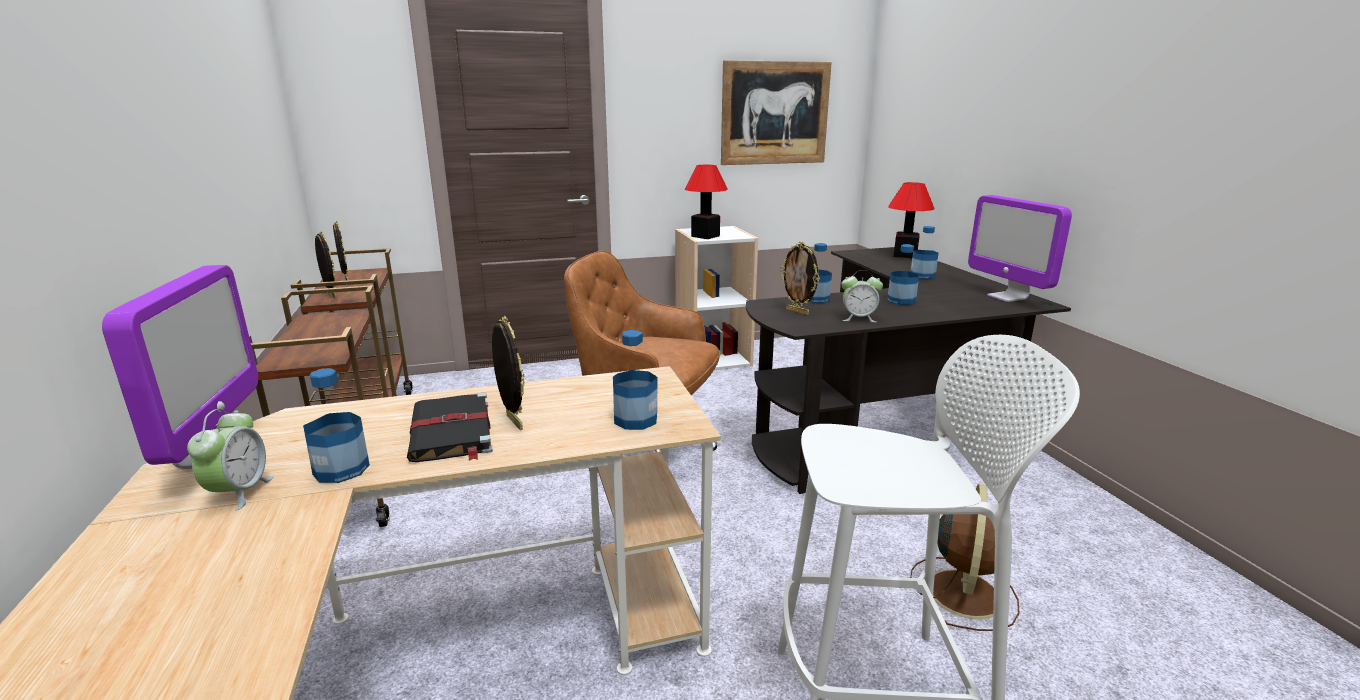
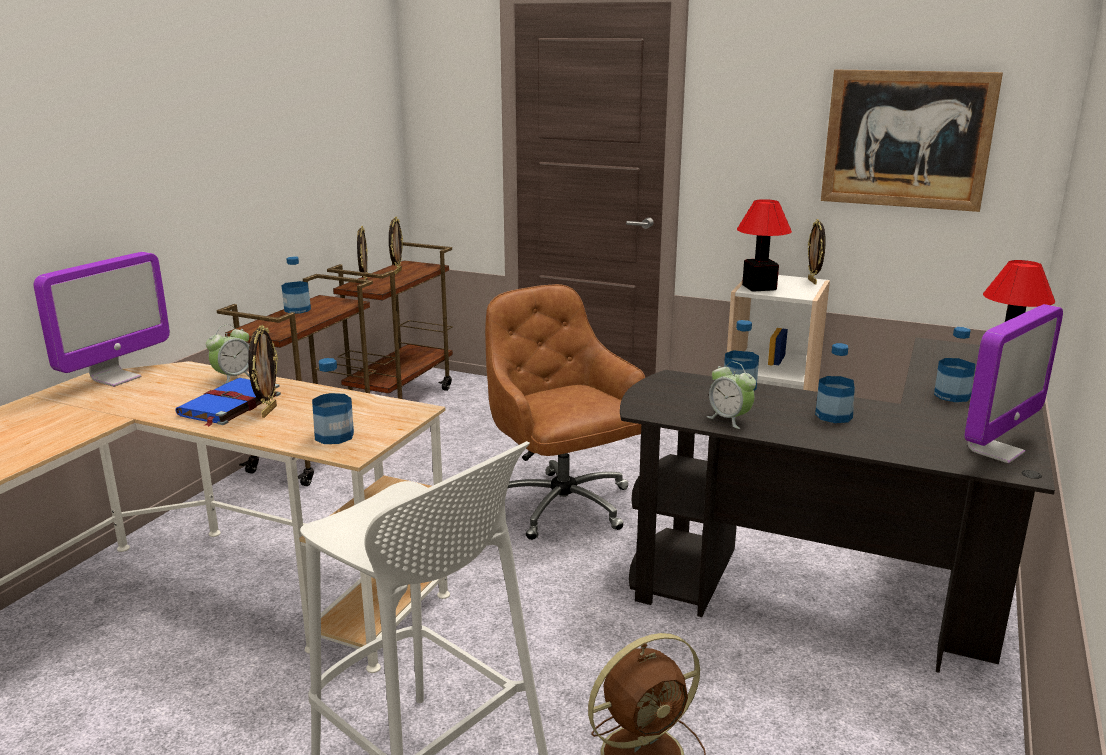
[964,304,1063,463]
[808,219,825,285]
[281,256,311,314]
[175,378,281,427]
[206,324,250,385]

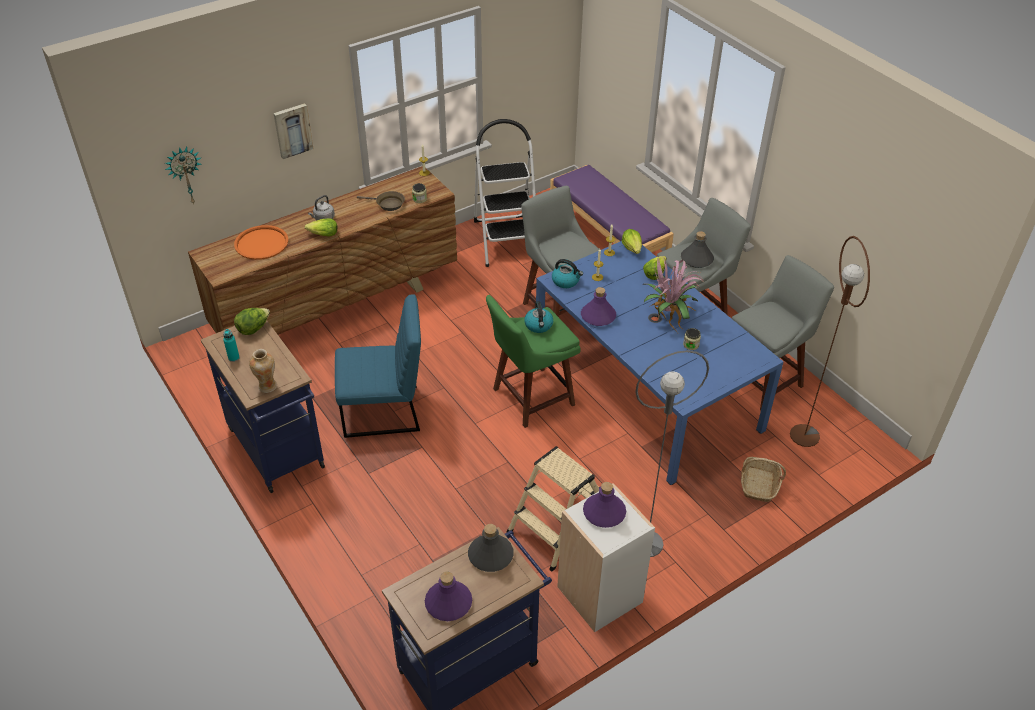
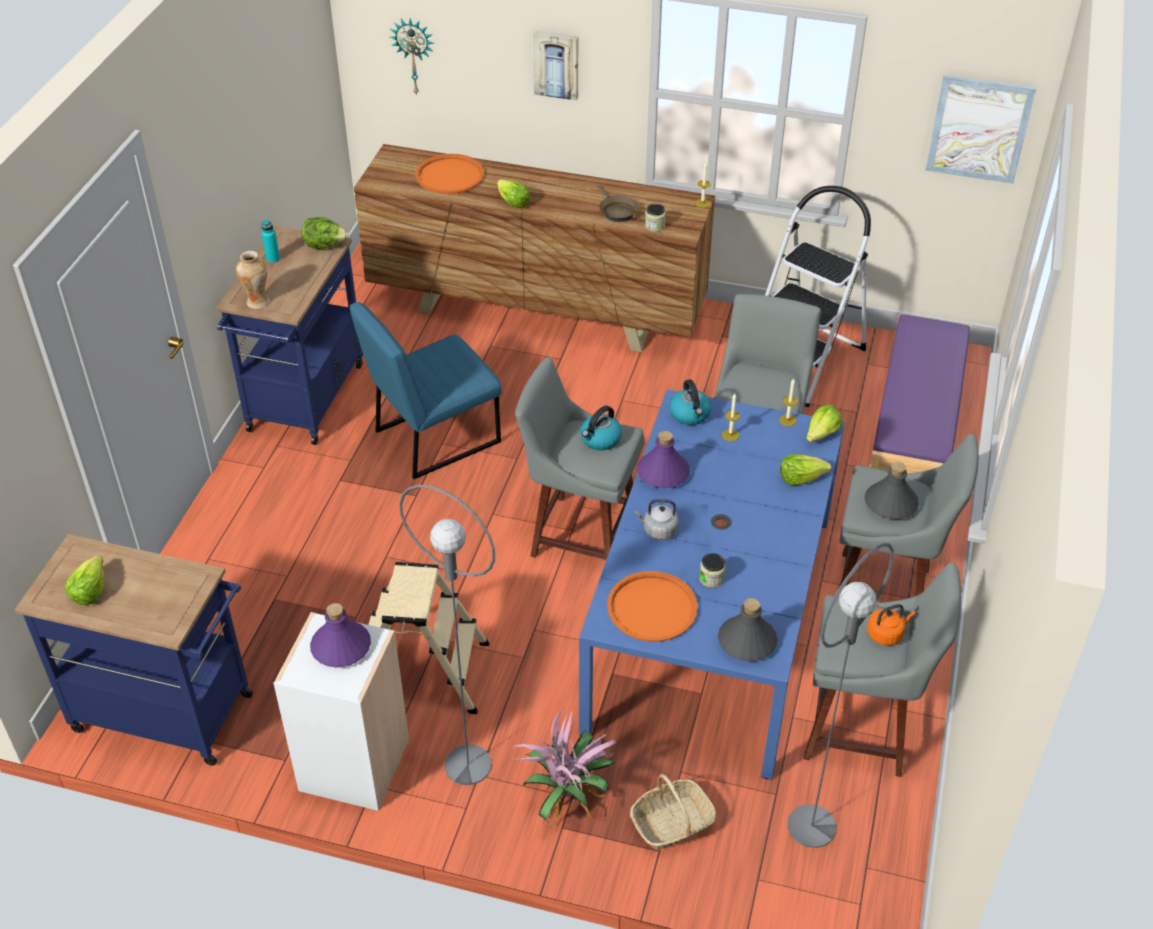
[634,499,679,540]
[788,543,894,848]
[514,709,616,831]
[350,302,502,479]
[515,358,645,560]
[718,598,778,661]
[65,555,104,605]
[925,75,1036,184]
[607,571,698,642]
[867,604,915,645]

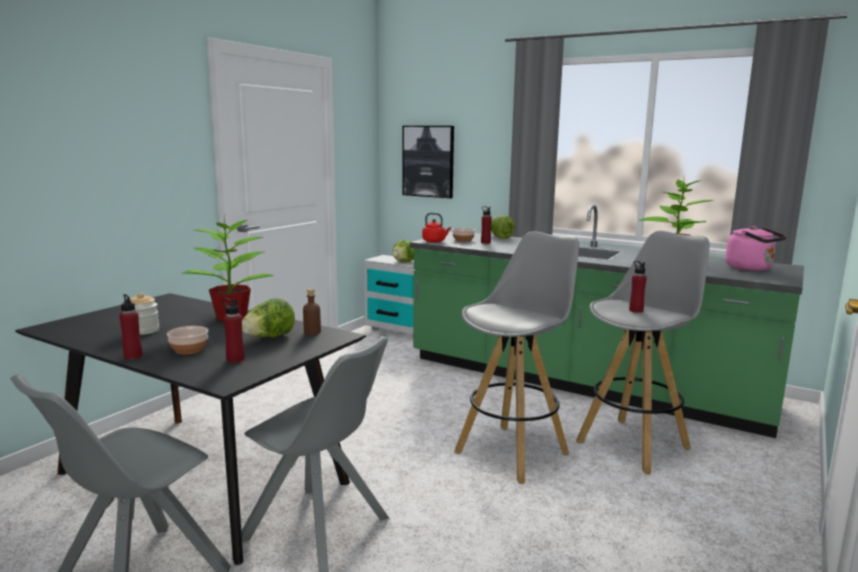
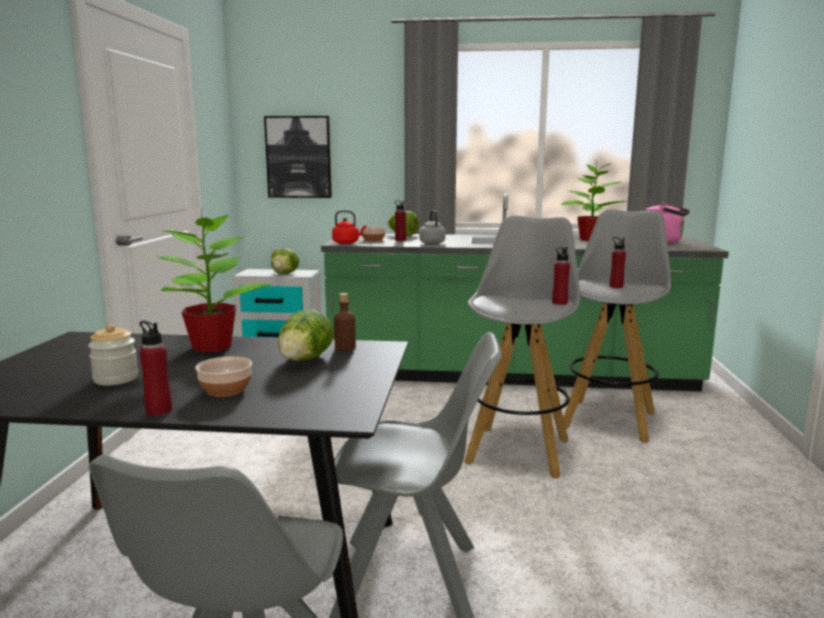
[552,247,570,305]
[419,210,446,244]

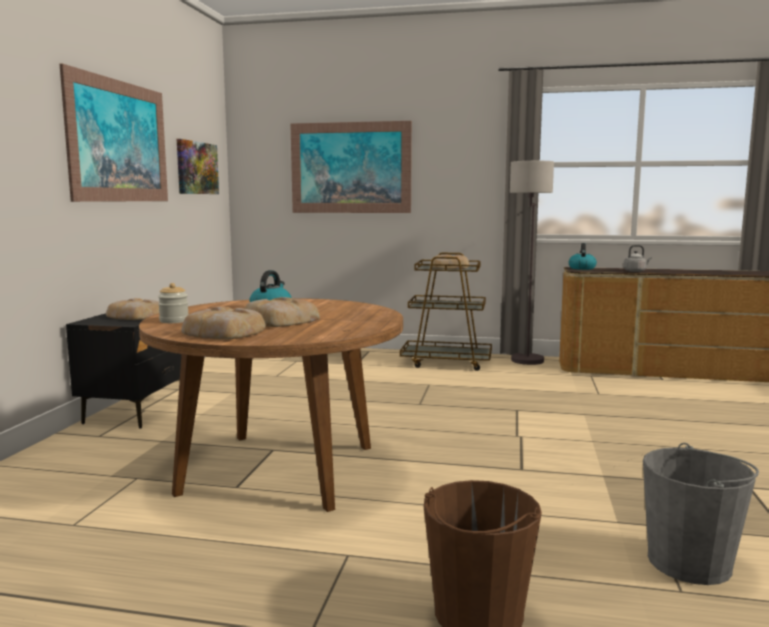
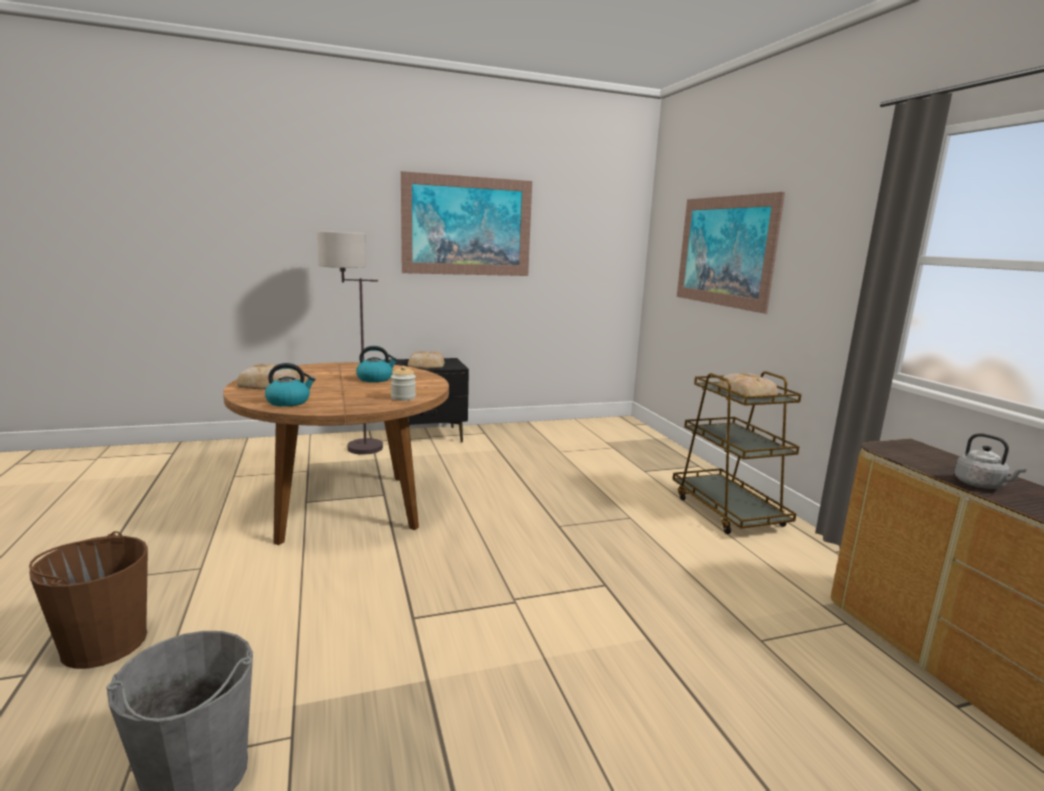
[177,139,219,194] (first image)
[317,231,383,454]
[265,363,316,407]
[391,366,416,401]
[244,297,320,327] (first image)

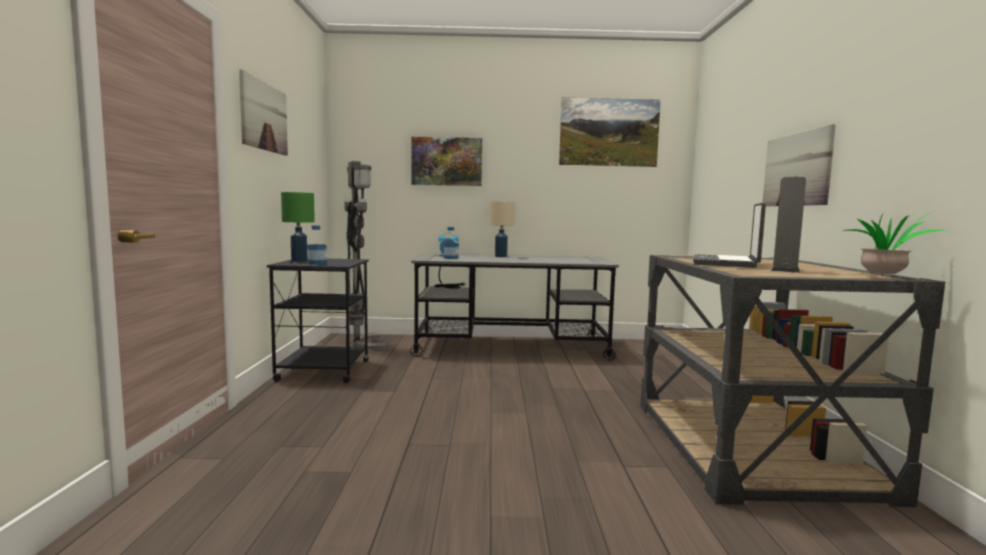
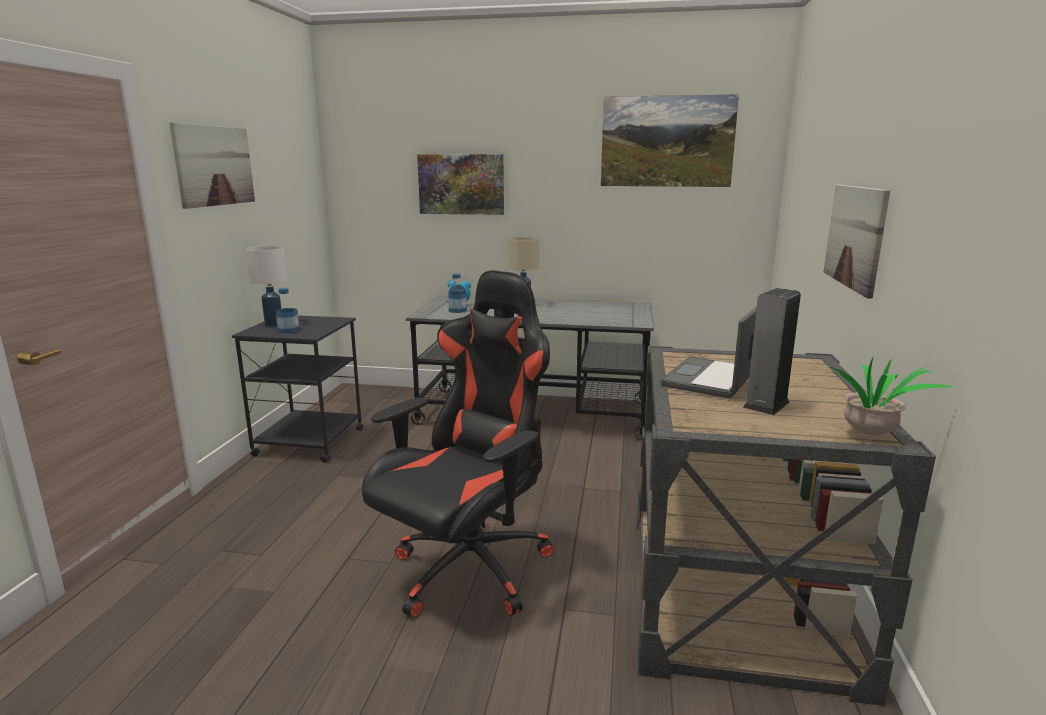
[345,161,389,349] (first image)
[246,246,287,327]
[362,270,554,618]

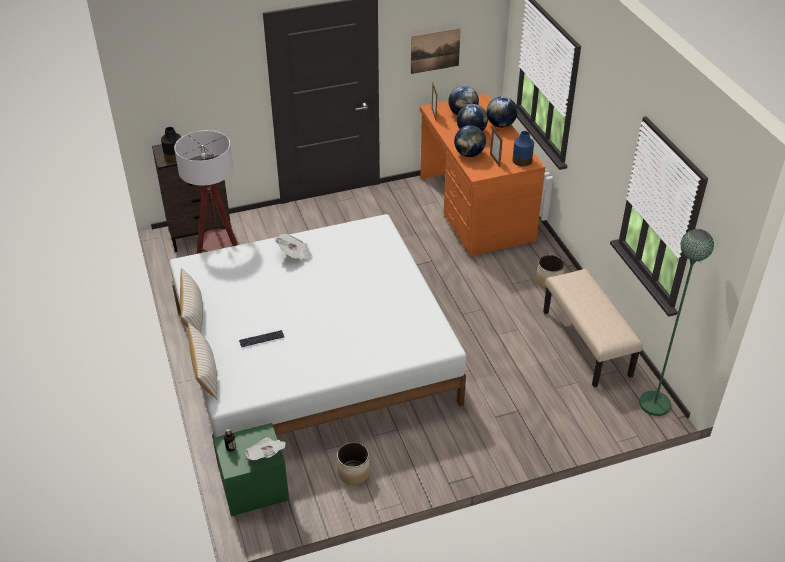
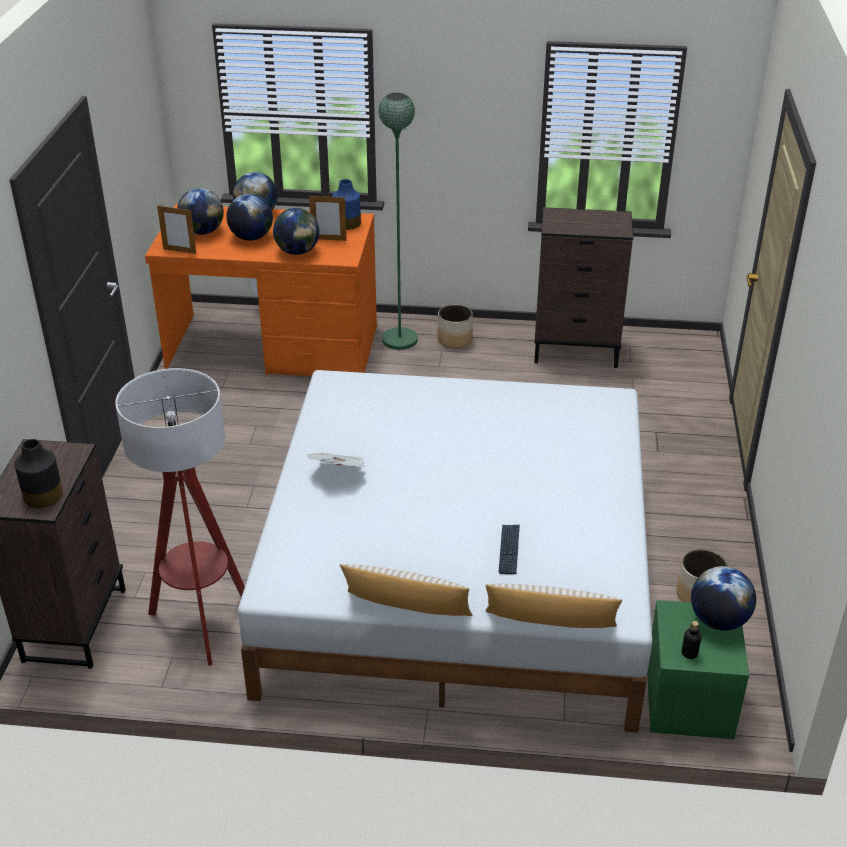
[411,28,461,74] (first image)
[379,93,418,350]
[534,207,633,368]
[691,566,756,630]

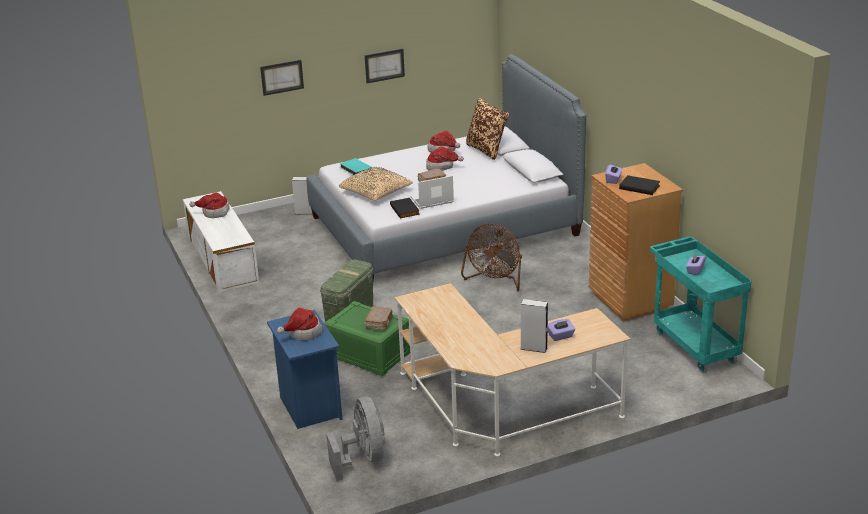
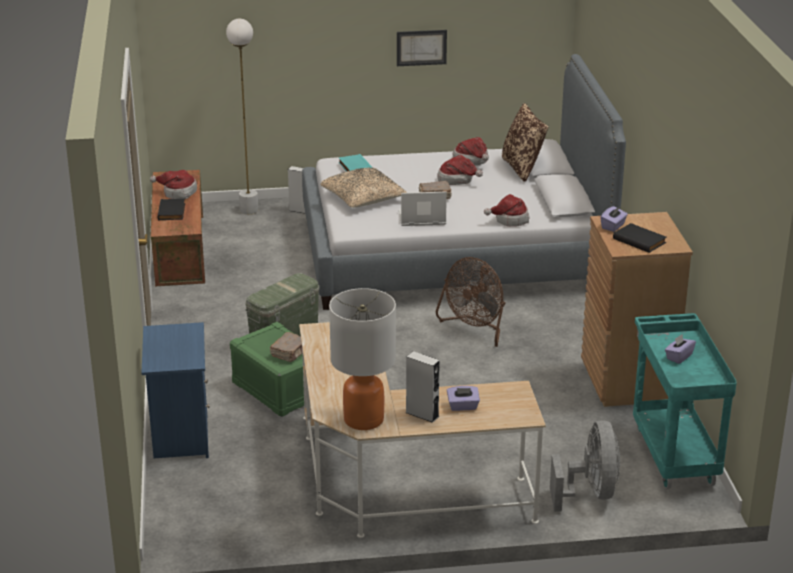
[260,60,304,96] (first image)
[150,170,205,286]
[158,199,185,220]
[484,194,530,227]
[550,420,620,512]
[226,19,258,215]
[329,288,396,430]

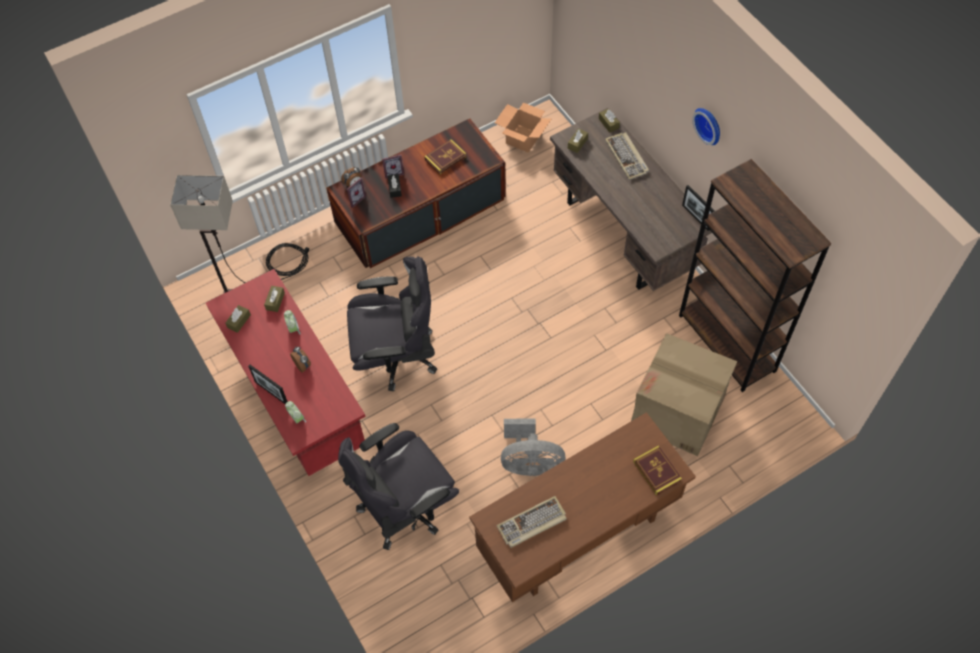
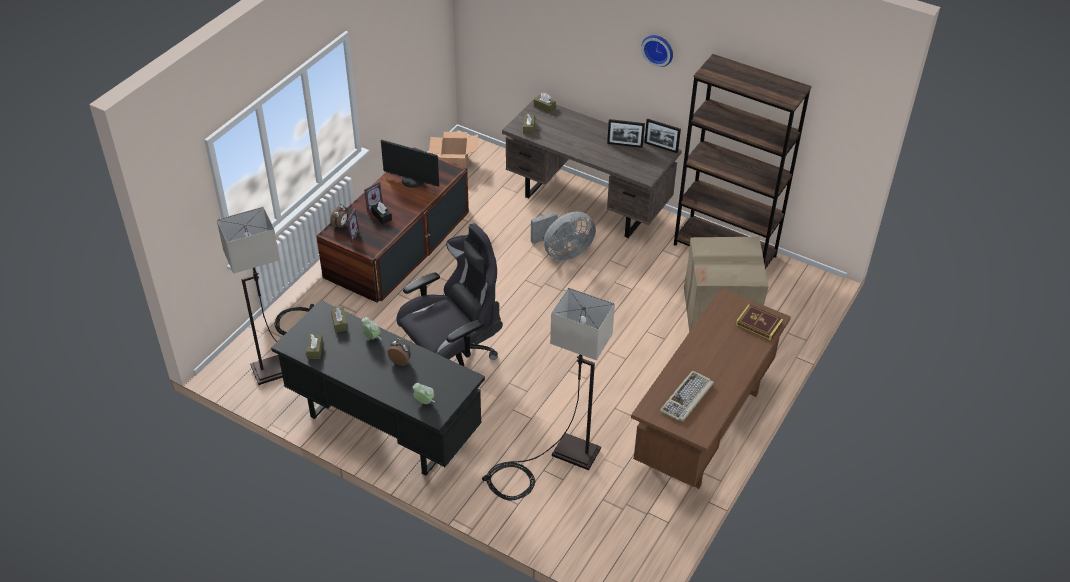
[605,132,649,180] (first image)
[381,140,439,188]
[271,300,485,476]
[607,119,645,148]
[531,212,596,261]
[482,287,615,500]

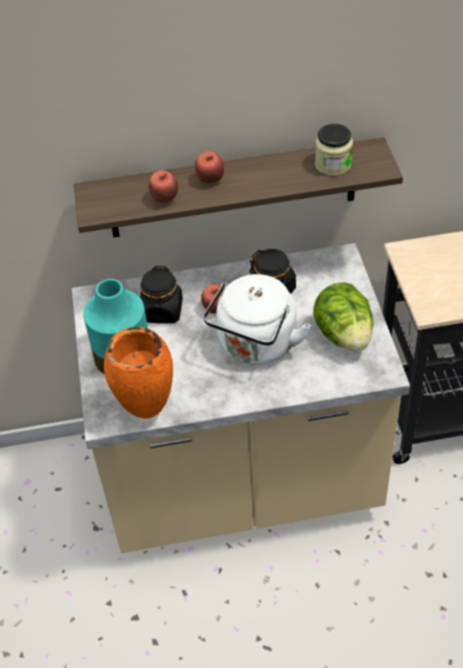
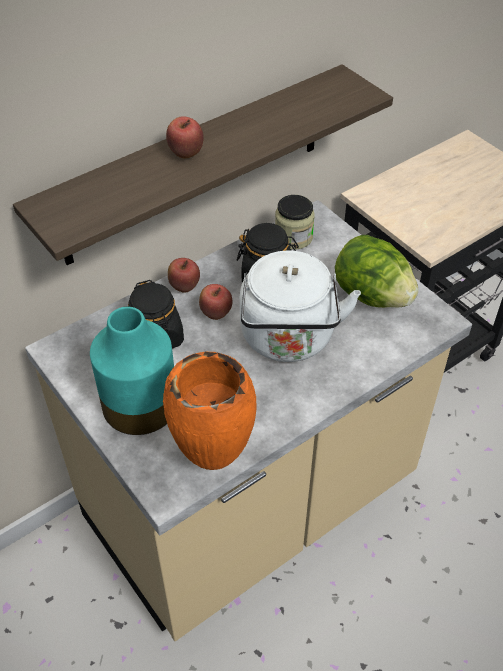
[275,195,315,250]
[168,258,200,293]

